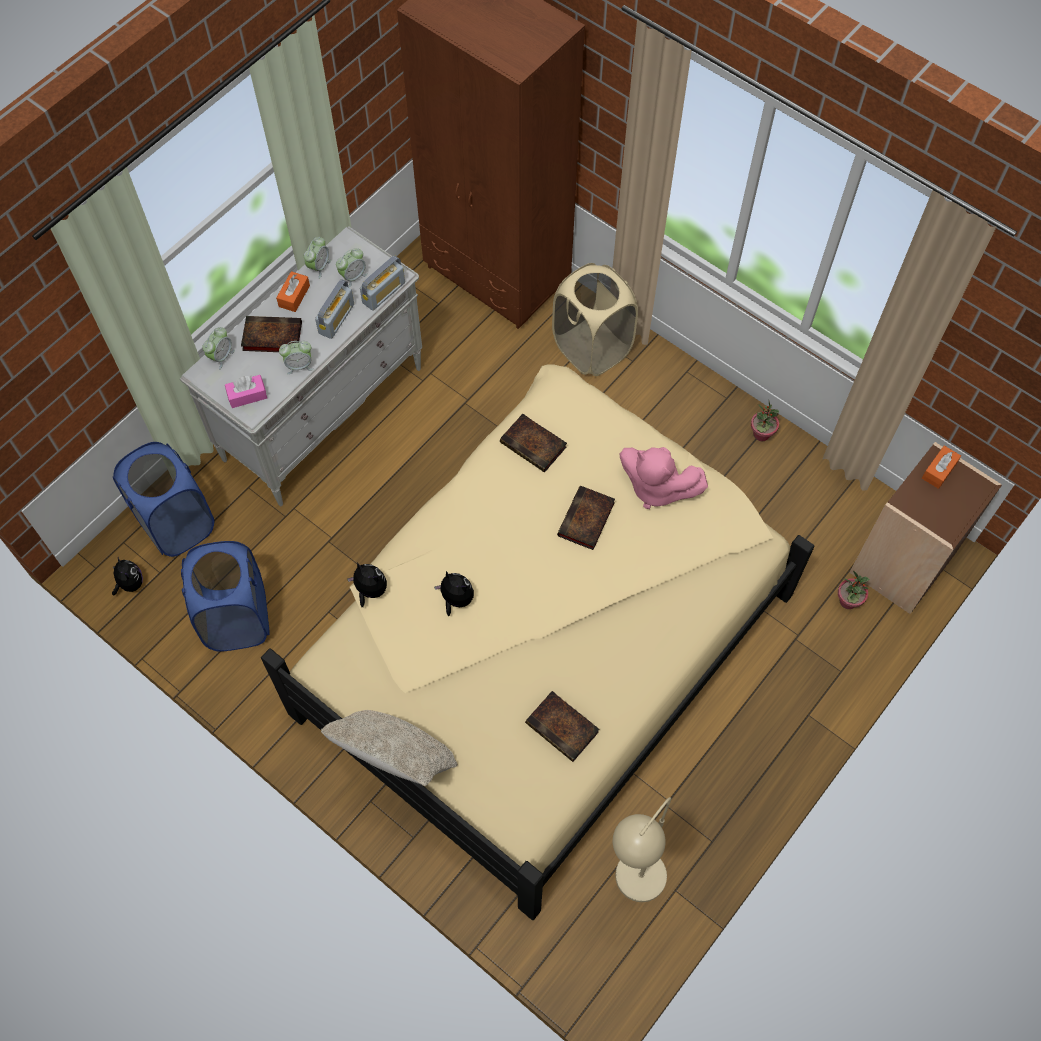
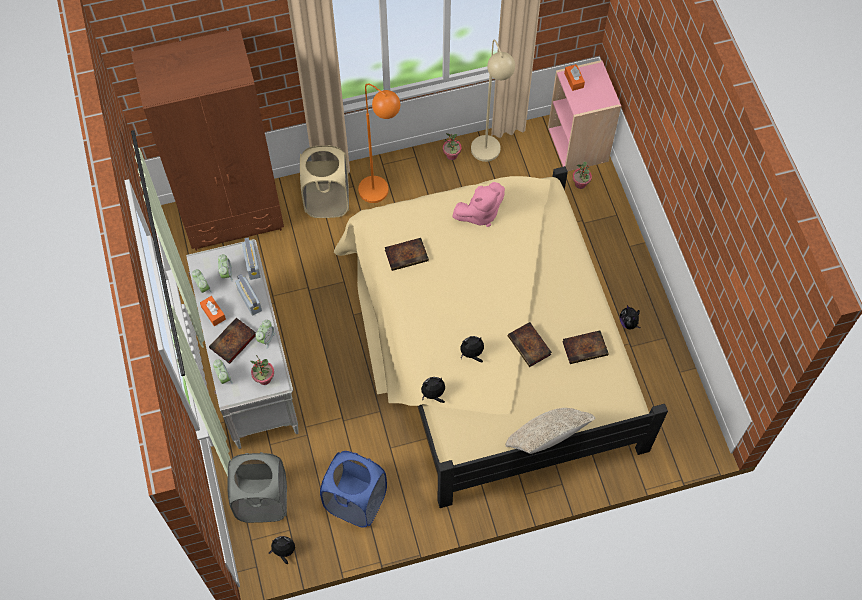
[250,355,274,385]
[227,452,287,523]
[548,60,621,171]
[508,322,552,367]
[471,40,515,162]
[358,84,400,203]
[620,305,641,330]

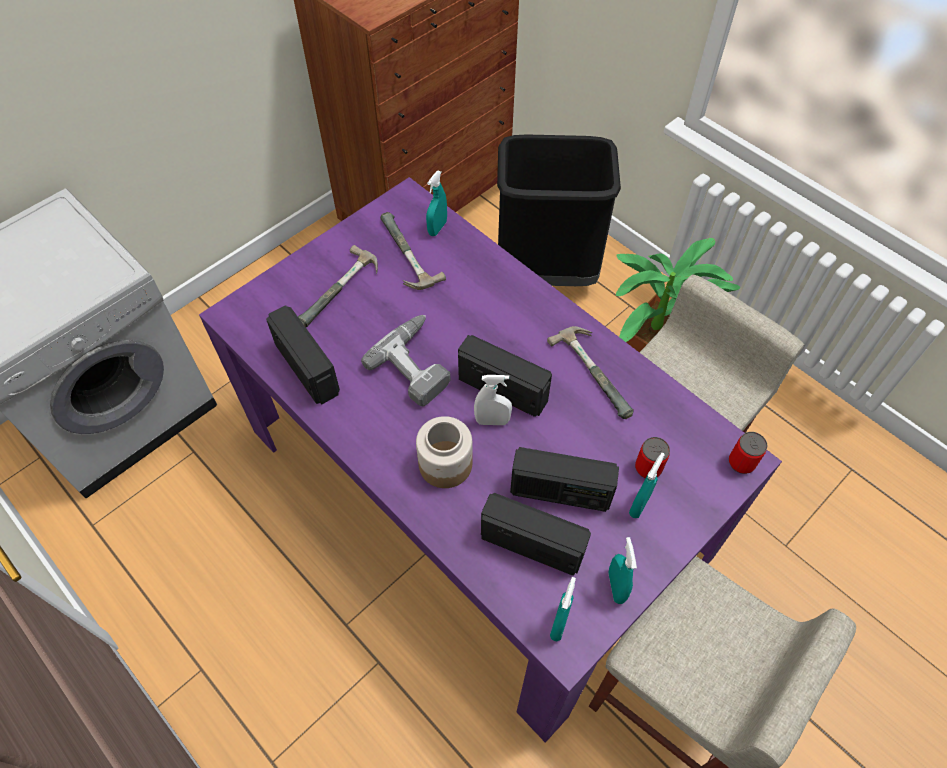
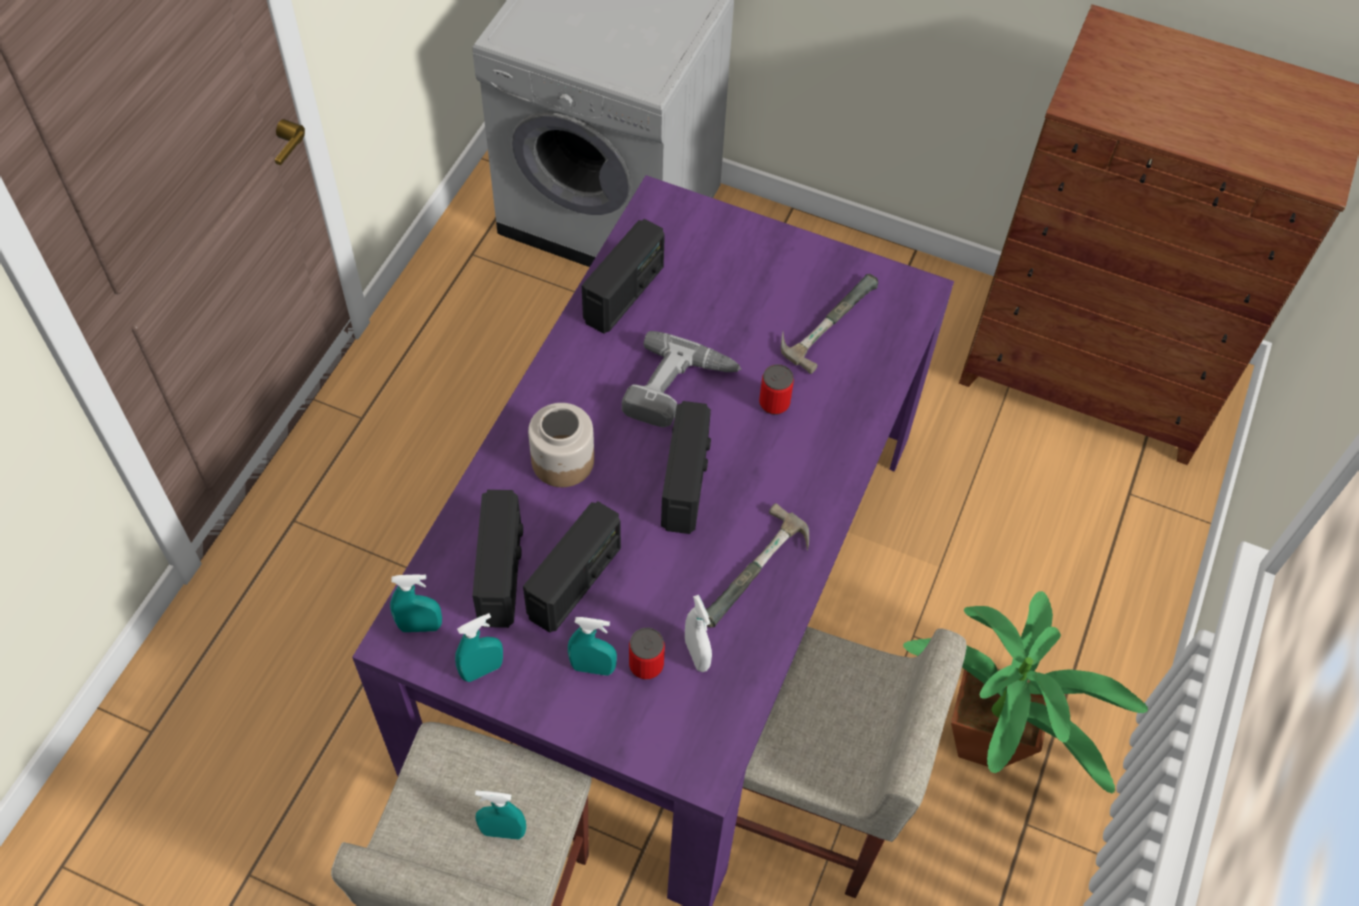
[497,135,621,286] (first image)
[475,790,526,840]
[298,245,378,327] (first image)
[685,595,712,672]
[759,364,794,415]
[523,501,621,633]

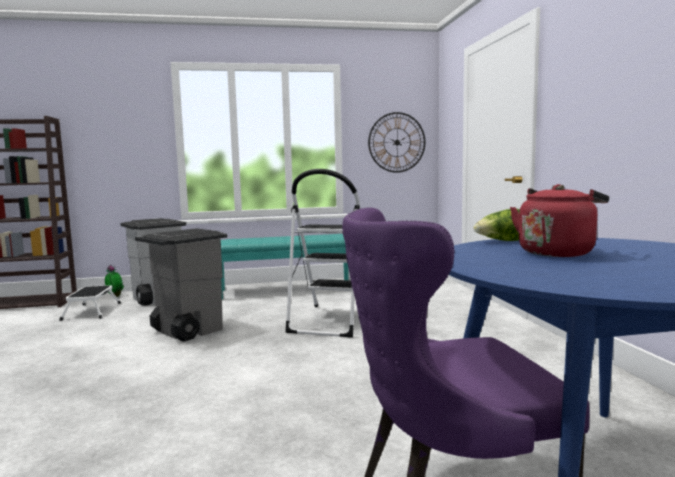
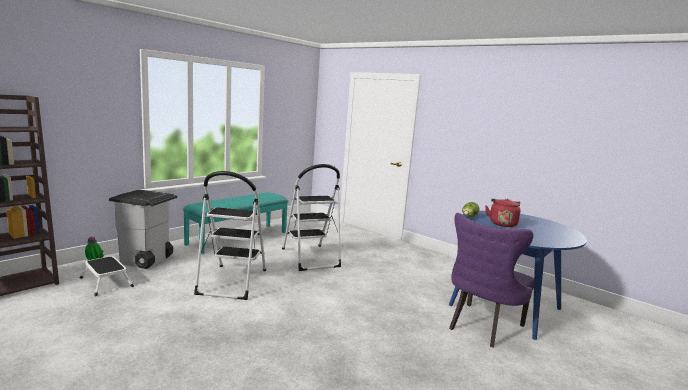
[368,112,425,173] (first image)
[194,171,266,300]

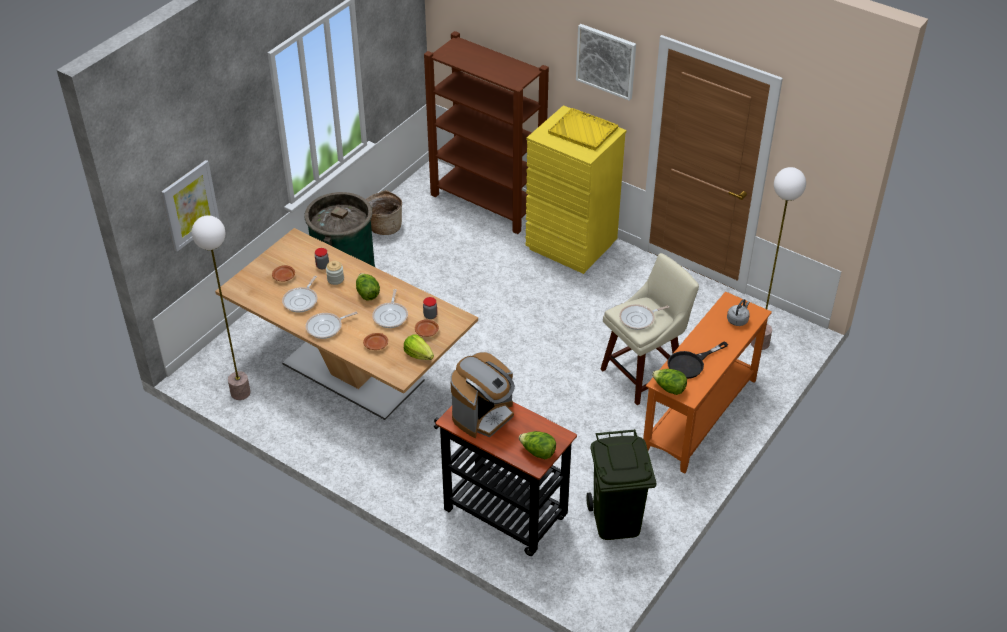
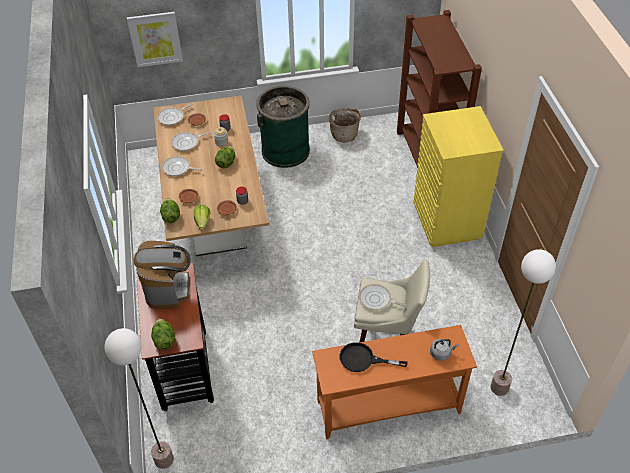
[576,24,636,101] (first image)
[548,108,618,151] (first image)
[104,328,174,469]
[157,103,193,126]
[133,241,191,309]
[160,198,180,223]
[586,429,656,540] (first image)

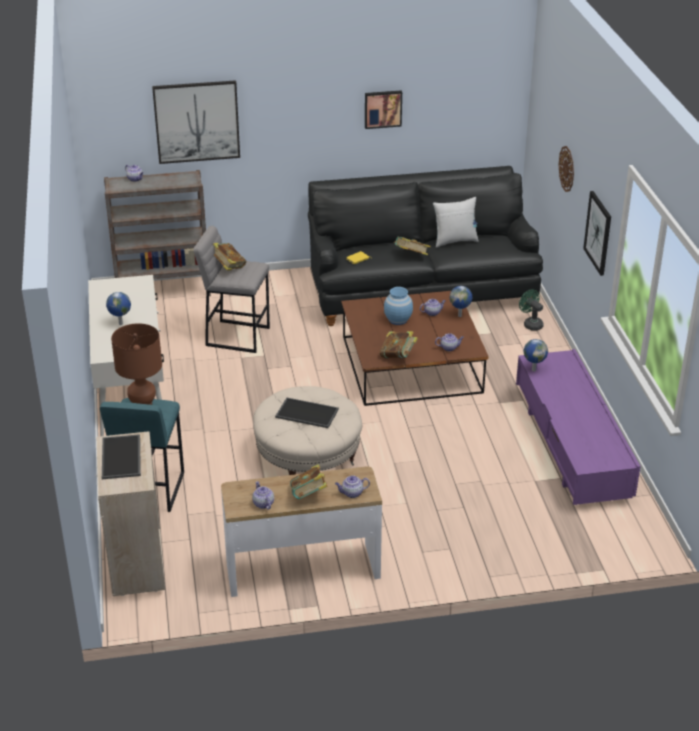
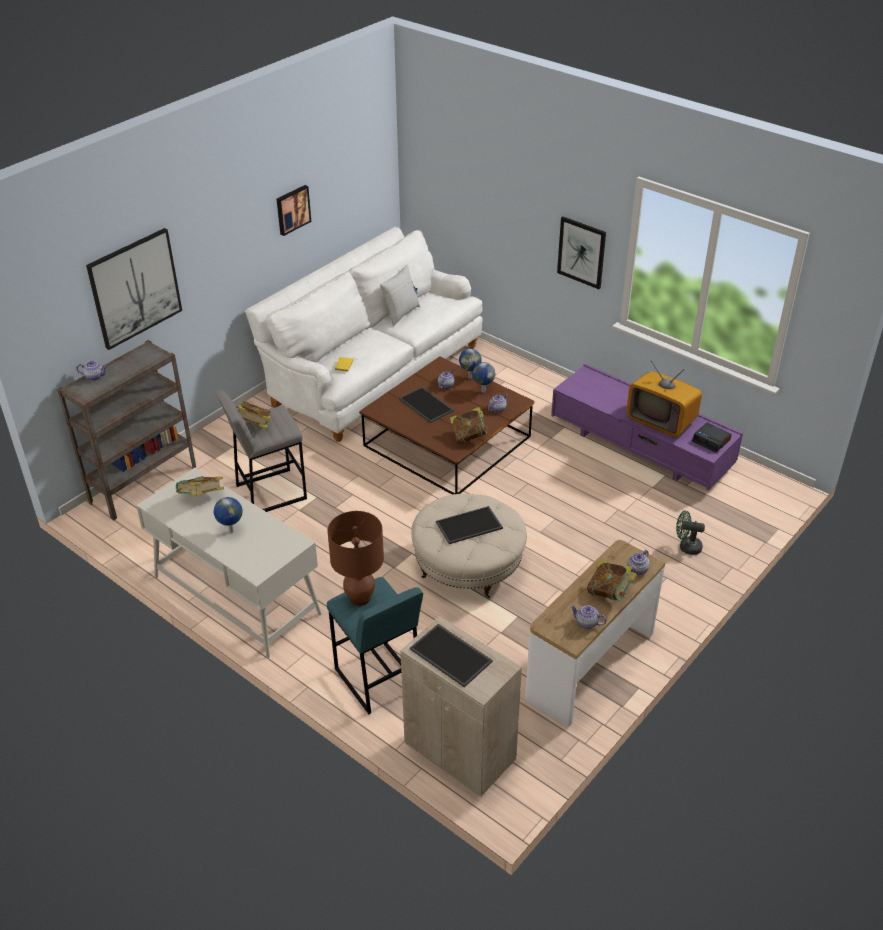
[559,146,574,192] (first image)
[245,227,482,442]
[176,476,224,495]
[399,387,454,423]
[676,510,705,555]
[472,362,495,393]
[626,360,702,437]
[692,423,732,453]

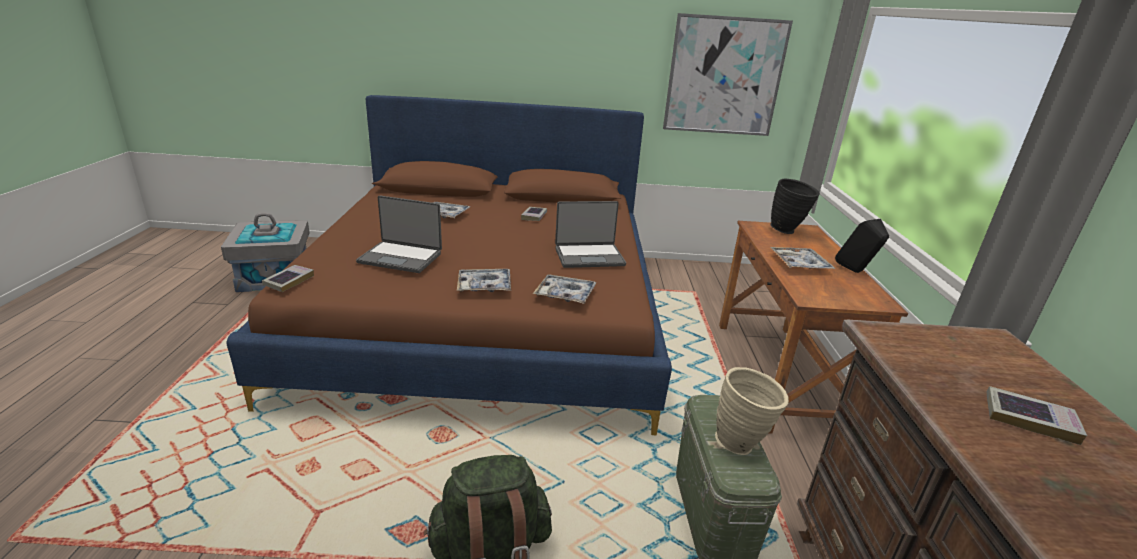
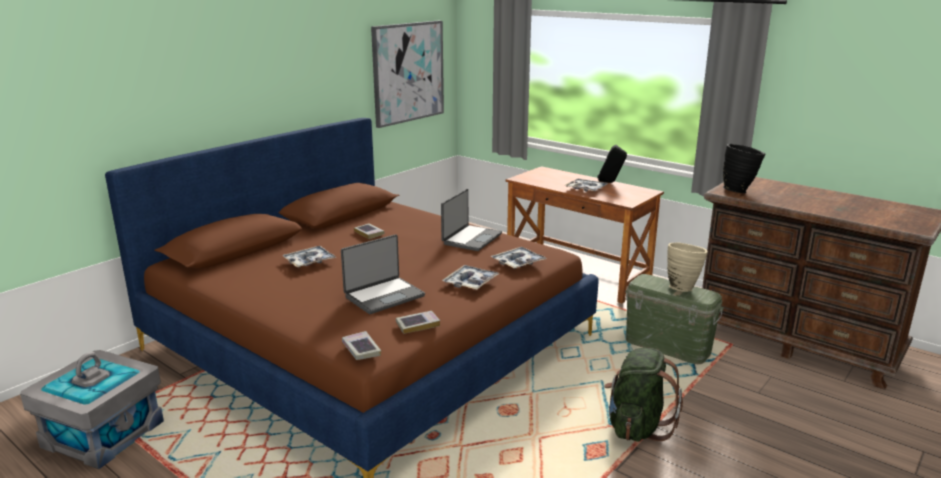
[723,144,765,193]
[396,311,440,334]

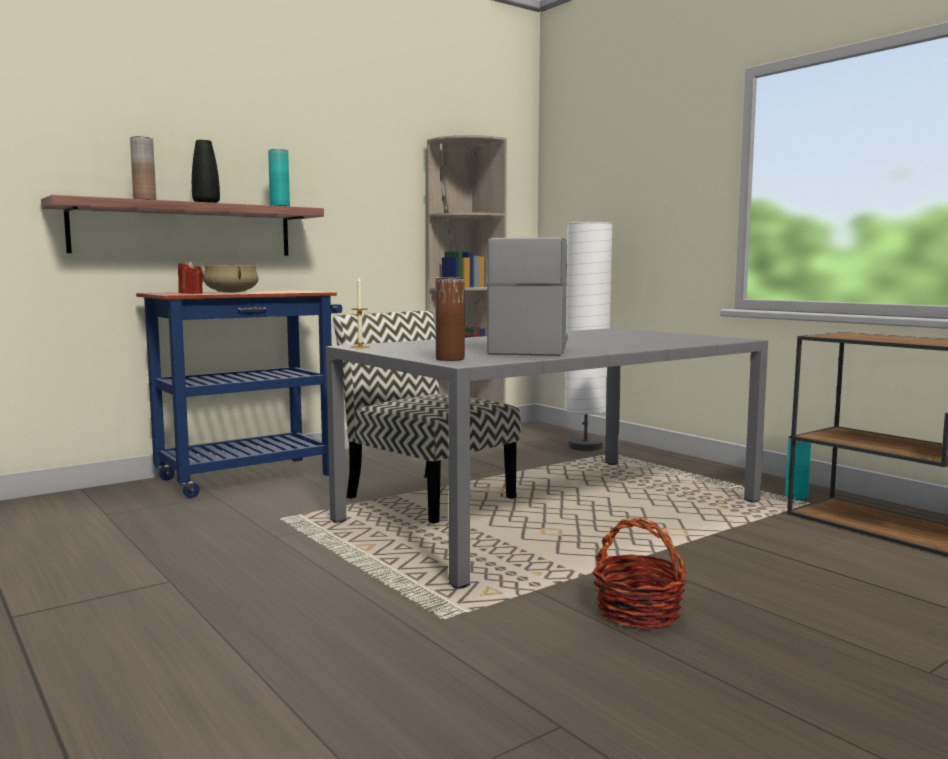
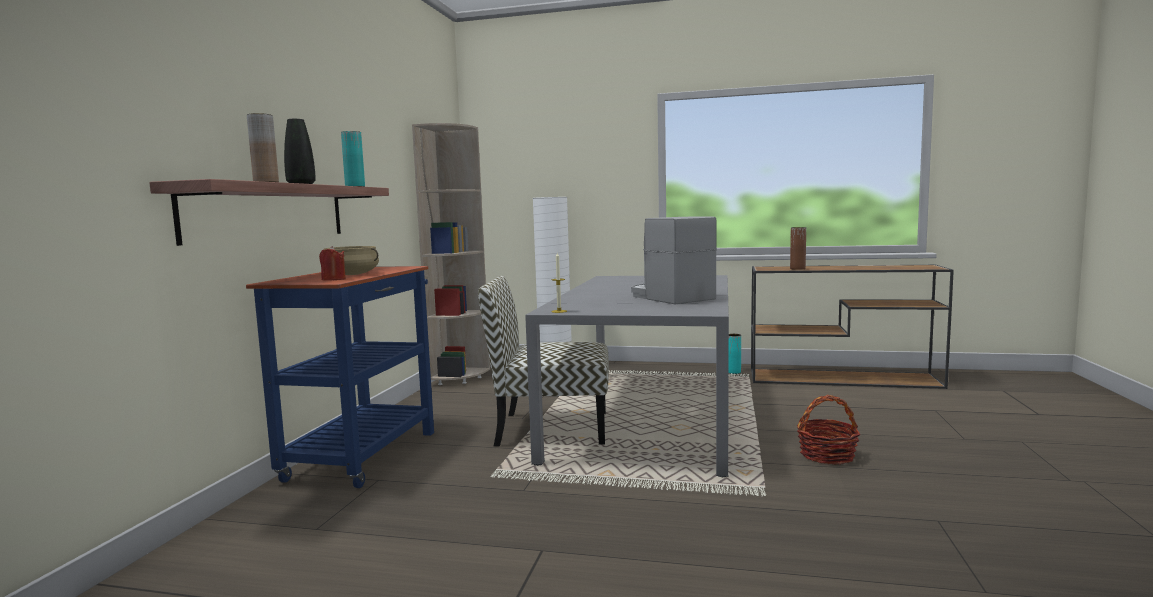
[790,227,806,270]

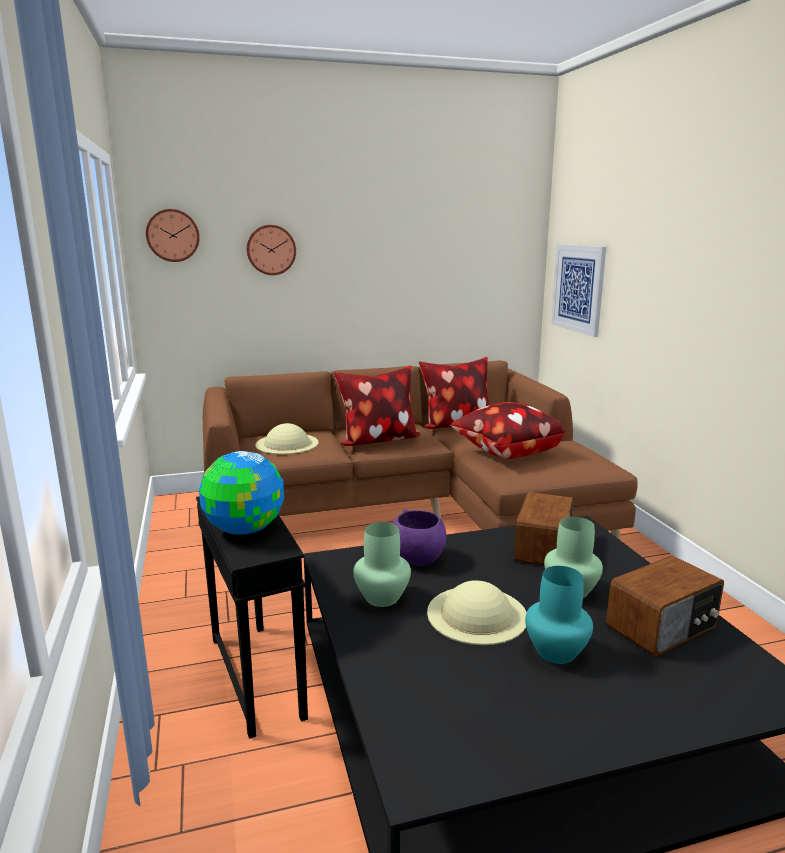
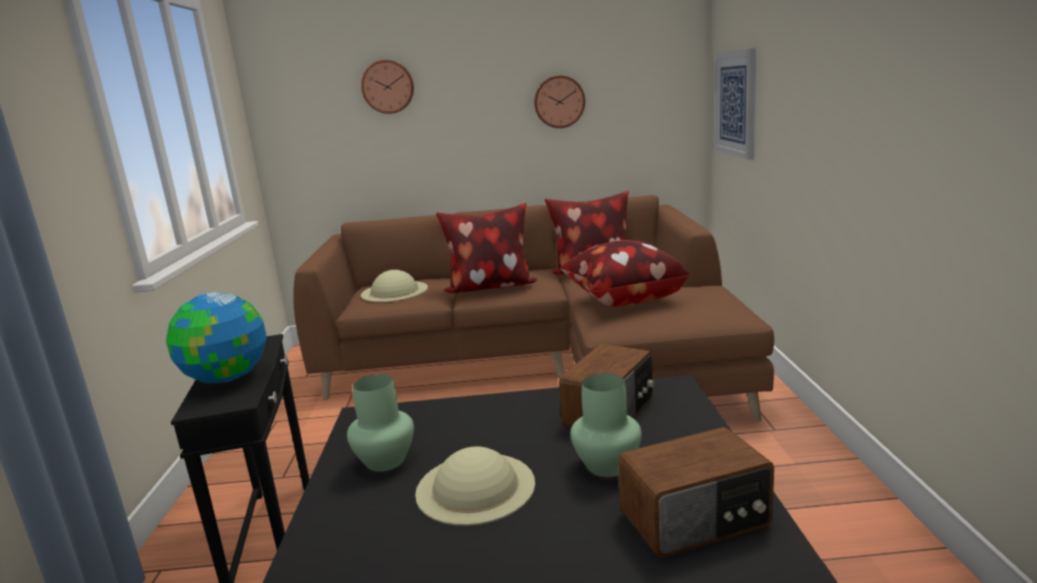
[534,75,585,128]
[392,509,447,566] (first image)
[525,566,593,664] (first image)

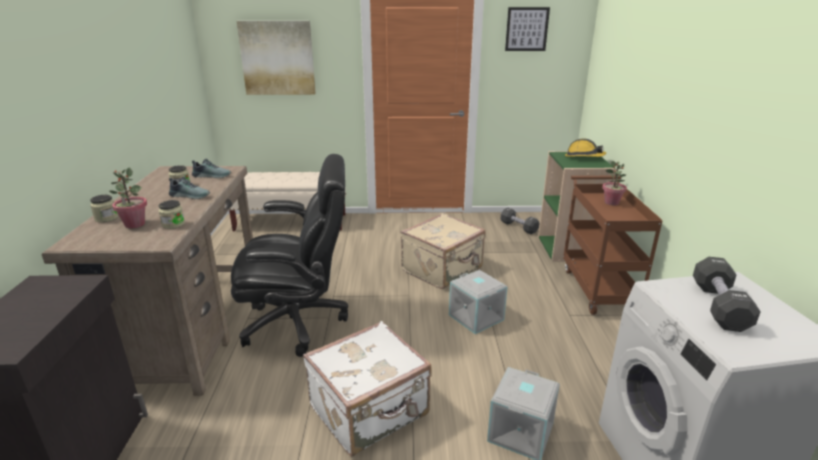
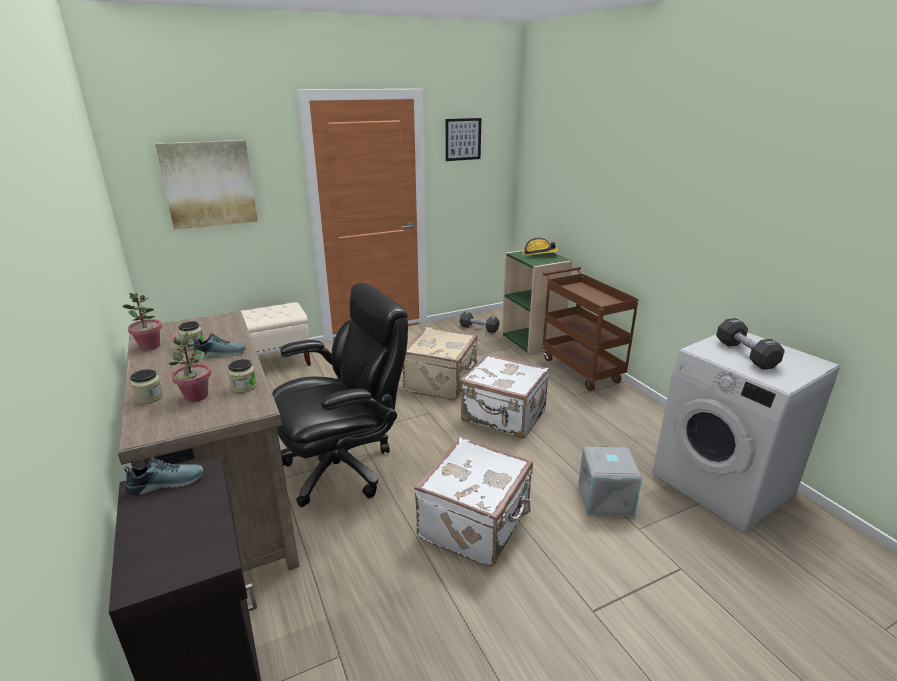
[124,457,203,495]
[122,293,162,351]
[460,354,550,439]

